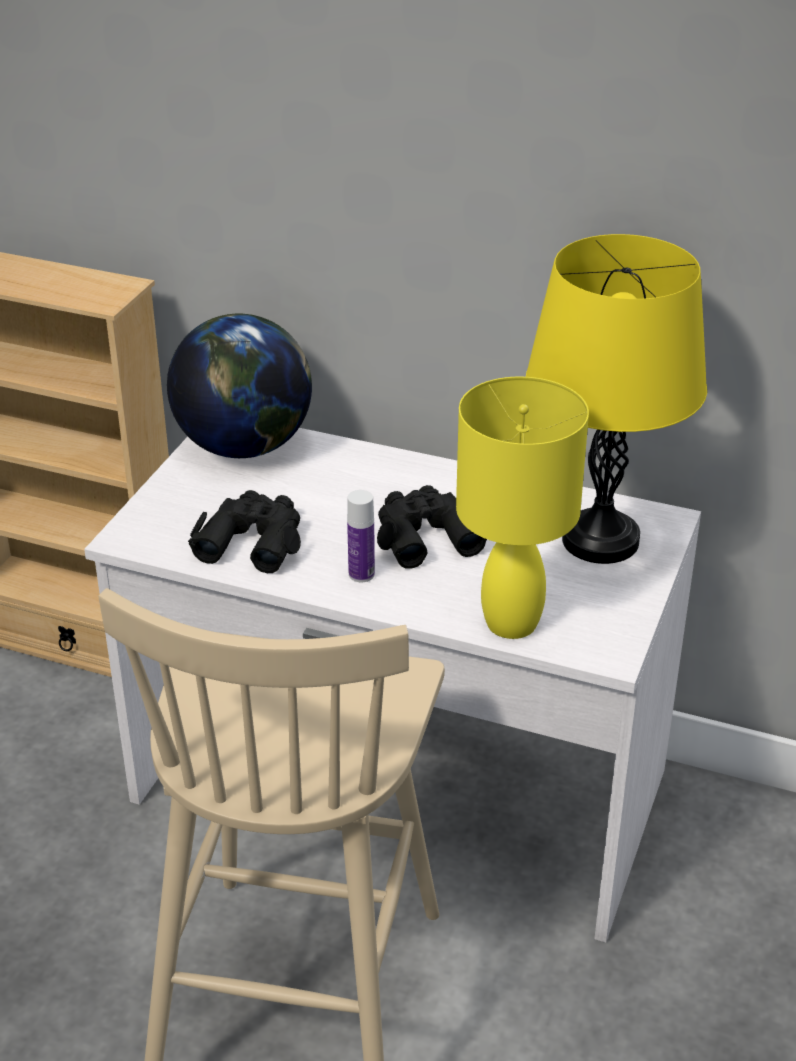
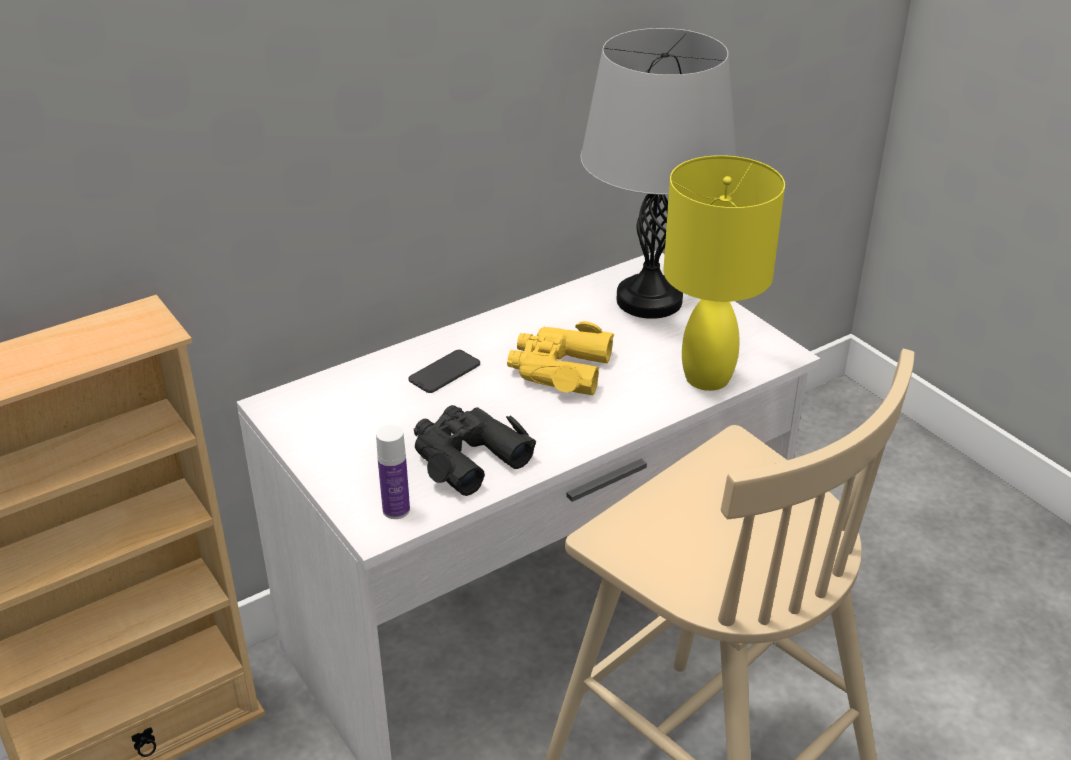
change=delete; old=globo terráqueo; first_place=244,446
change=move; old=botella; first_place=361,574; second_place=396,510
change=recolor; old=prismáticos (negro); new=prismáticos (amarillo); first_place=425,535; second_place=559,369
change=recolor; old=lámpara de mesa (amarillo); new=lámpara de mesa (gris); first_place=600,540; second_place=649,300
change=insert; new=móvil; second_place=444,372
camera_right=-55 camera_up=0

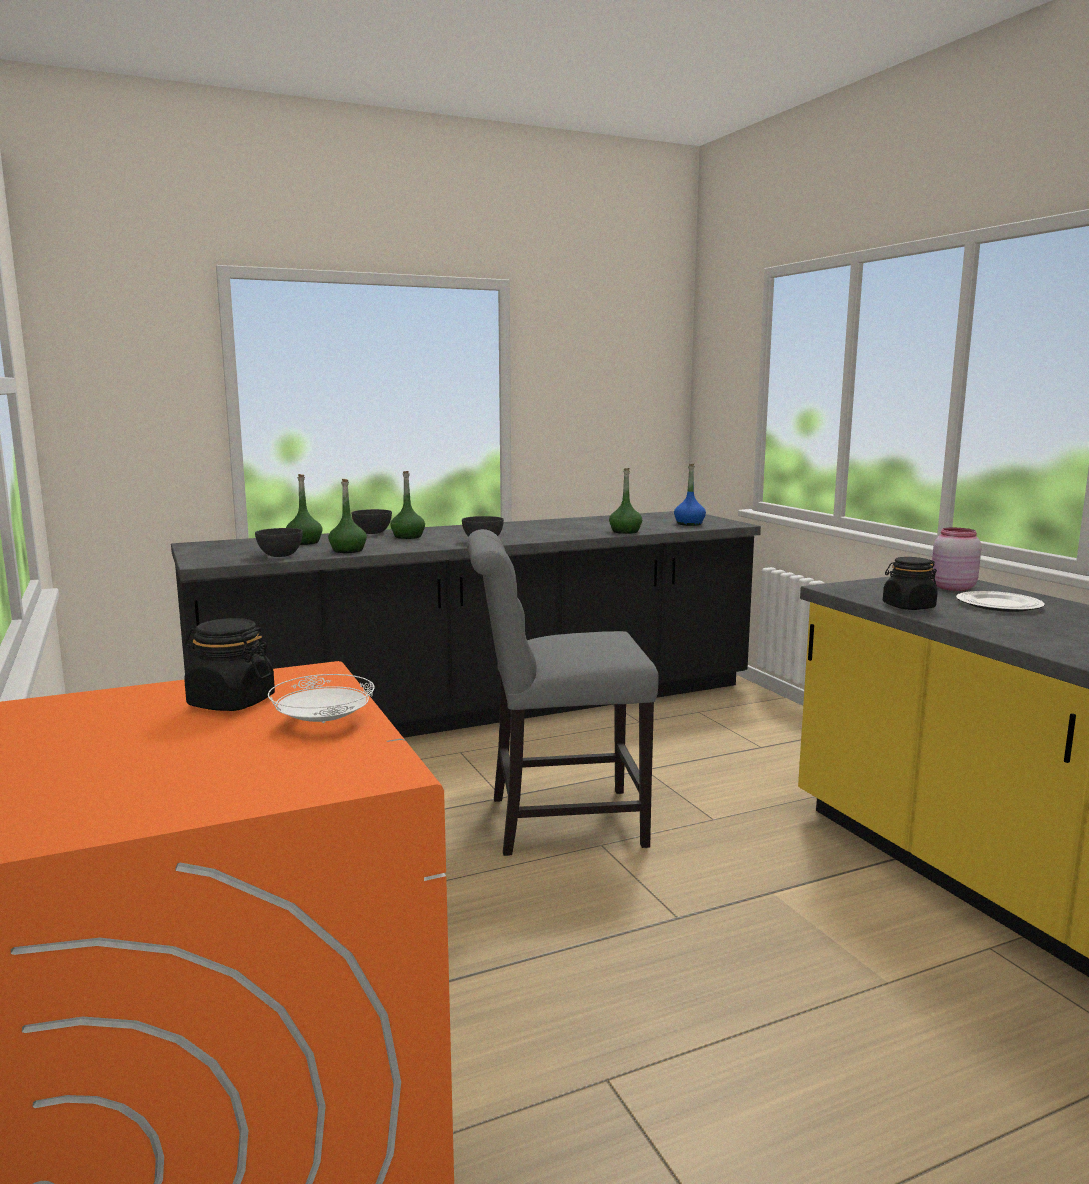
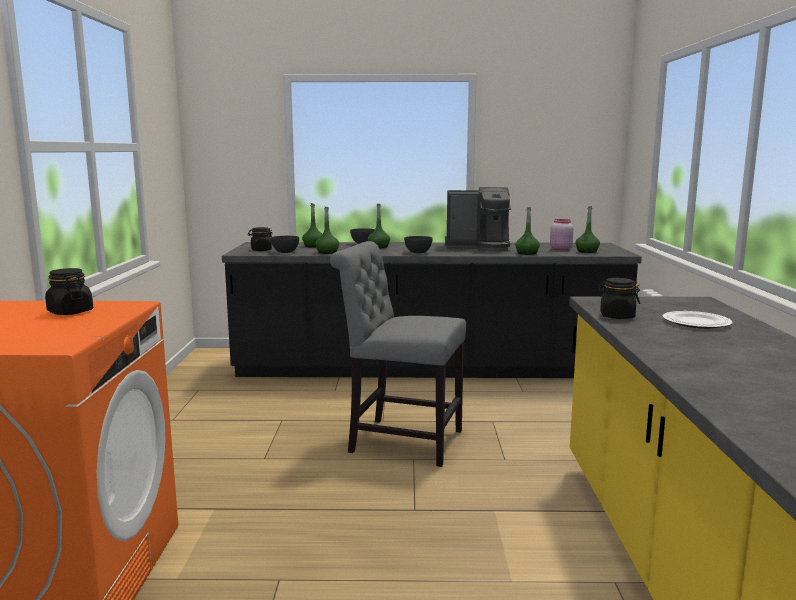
change=delete; old=plato (blanco); first_place=324,722
change=recolor; old=botella (azul); new=botella (verde); first_place=689,524; second_place=586,251
change=move; old=tarro (rosa); first_place=951,587; second_place=560,249
change=insert; new=tarro (negro); second_place=261,250
change=insert; new=cafetera; second_place=478,247
camera_right=25 camera_up=0

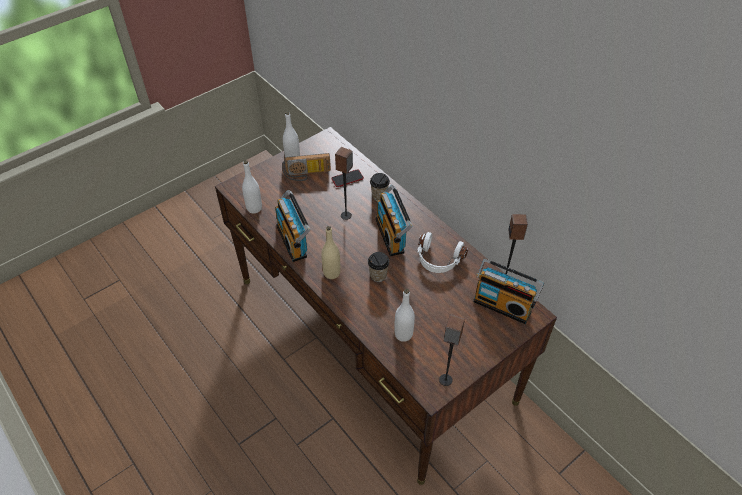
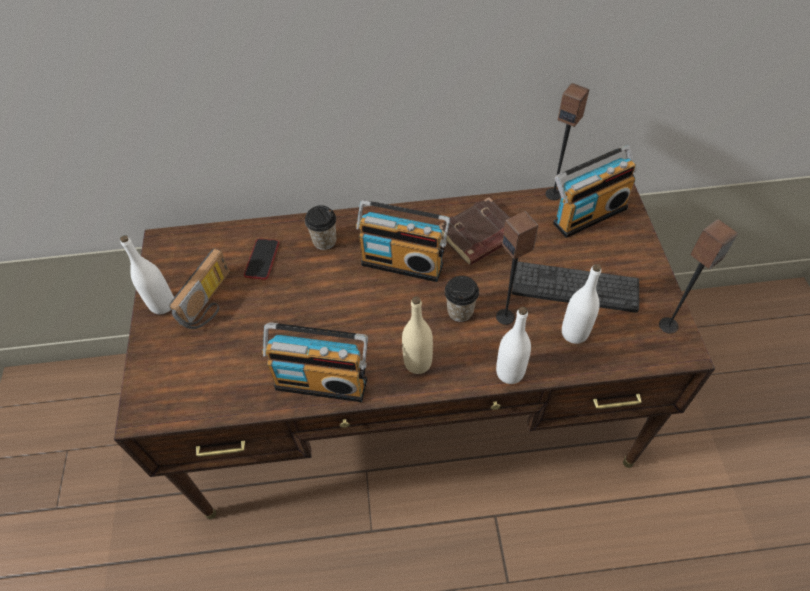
change=move; old=botella (blanco); first_place=254,208; second_place=510,372
change=move; old=altavoz; first_place=346,215; second_place=505,316
change=replace; old=auriculares (blanco); new=libro (marrón); first_place=438,260; second_place=479,237
change=insert; new=teclado; second_place=575,287
camera_right=-55 camera_up=5

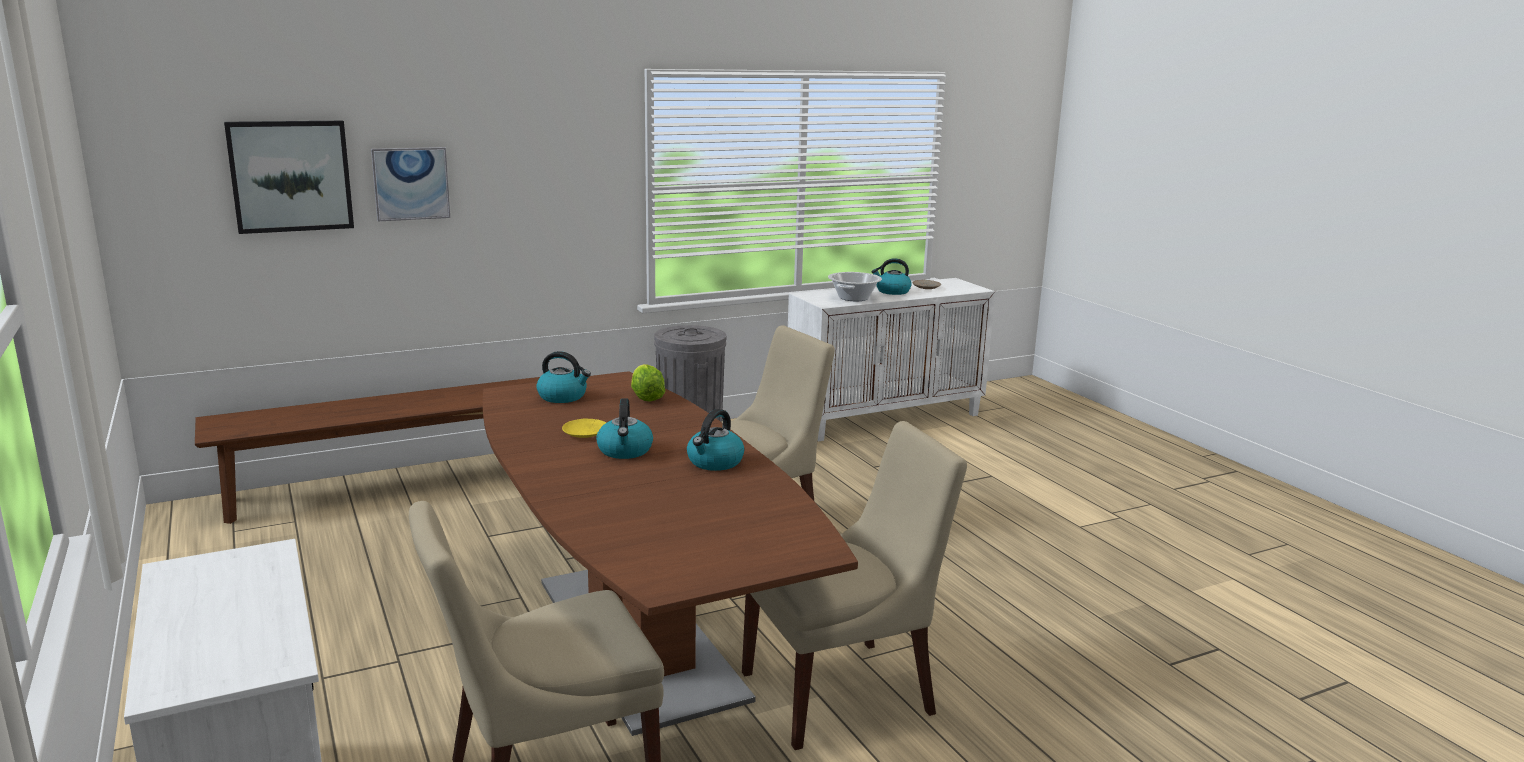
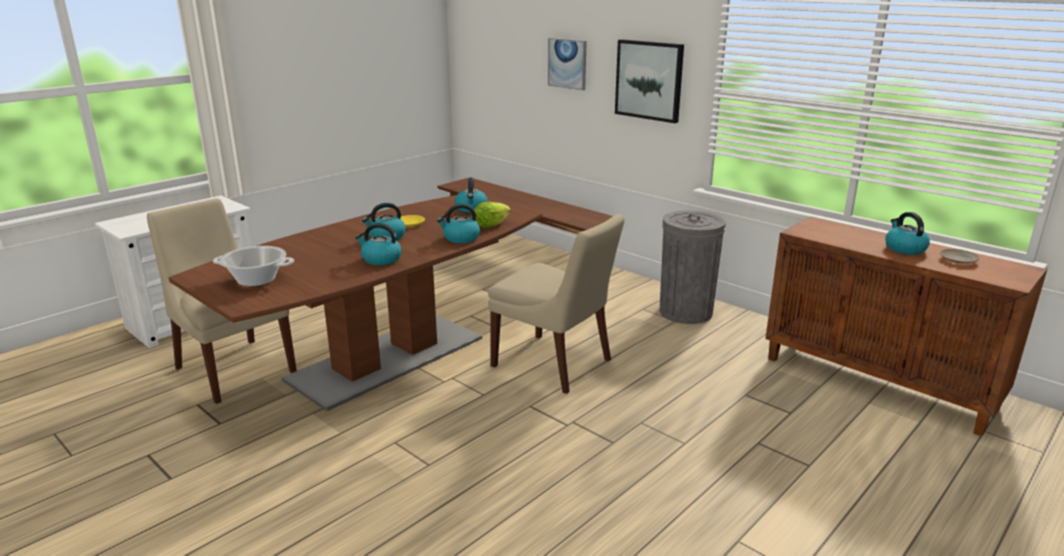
change=move; old=cuadro; first_place=291,176; second_place=649,80
change=delete; old=silla (beis); first_place=843,692
change=recolor; old=armario (blanco); new=armario (marrón); first_place=885,418; second_place=879,382
change=move; old=olla; first_place=853,298; second_place=256,279
change=insert; new=hervidor; second_place=460,238
camera_right=70 camera_up=5

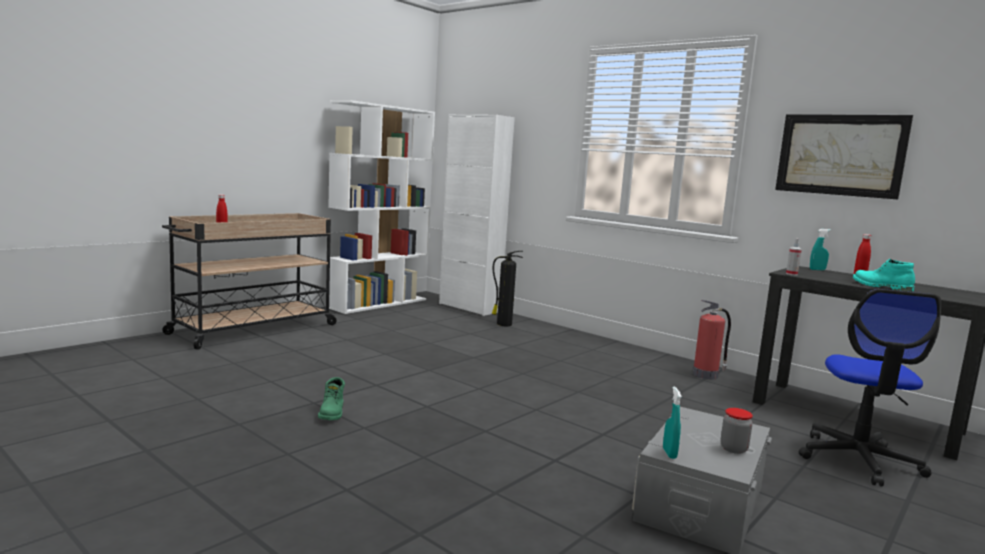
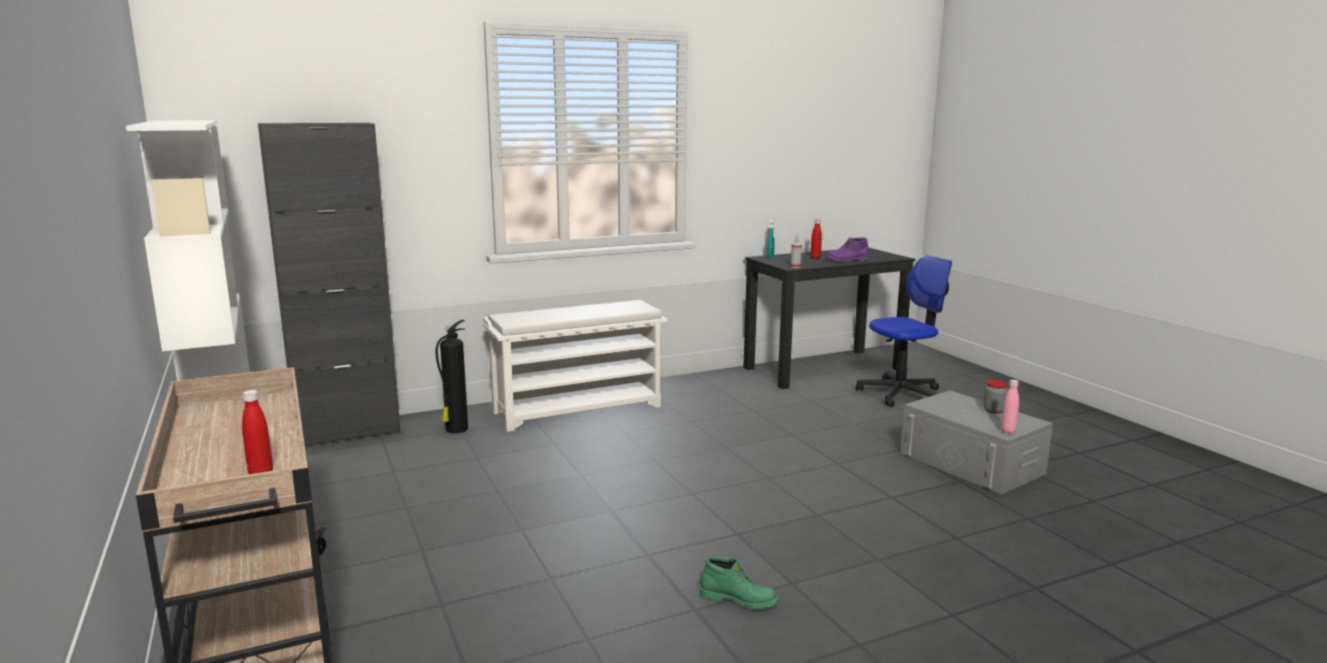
change=recolor; old=armario (blanco); new=armario (negro); first_place=469,307; second_place=347,433
change=replace; old=pulverizador (turquesa); new=botella (rosa); first_place=669,453; second_place=1008,431
change=delete; old=extintor; first_place=706,375
change=delete; old=cuadro; first_place=840,155
change=rotate; old=silla de oficina; first_place=858,460; second_place=901,394; degrees=-60
change=recolor; old=bota (turquesa); new=bota (morado); first_place=881,286; second_place=847,260
change=insert; new=zapatero (blanco); second_place=578,409
camera_right=-65 camera_up=5

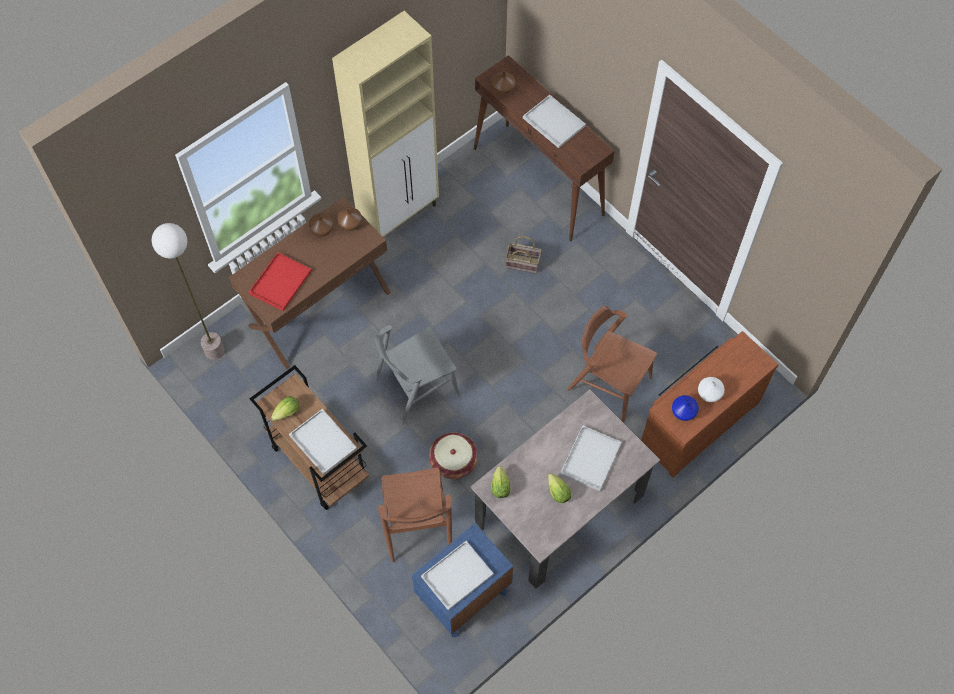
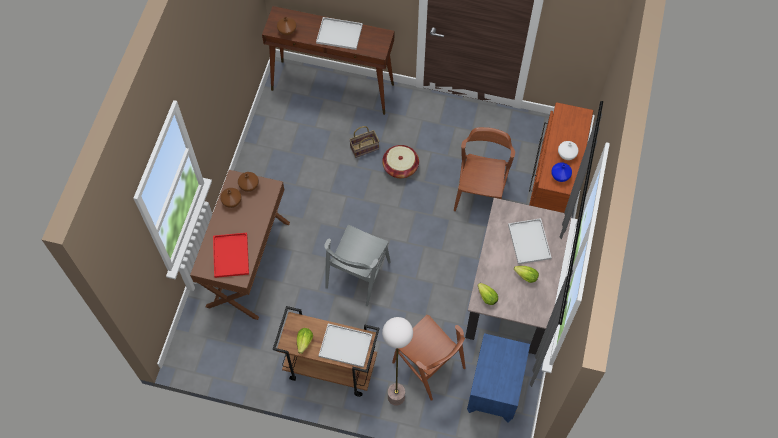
change=move; old=lámpara de pie; first_place=214,350; second_place=396,397
change=delete; old=armario (beis); first_place=399,215
change=delete; old=bandeja (blanco); first_place=456,577
change=move; old=cesta; first_place=453,461; second_place=400,167
change=rotate; old=silla (marrón); first_place=609,383; second_place=480,192; degrees=105
camera_right=-35 camera_up=0

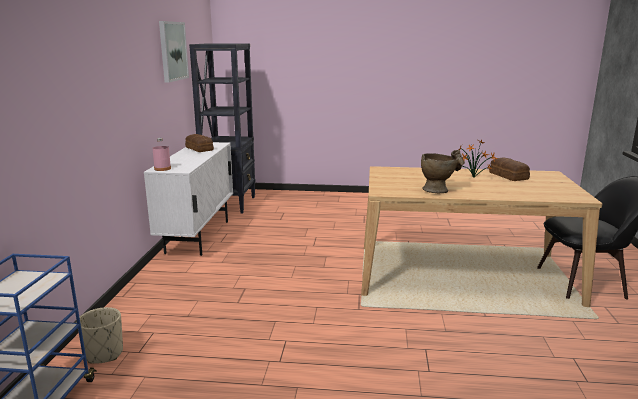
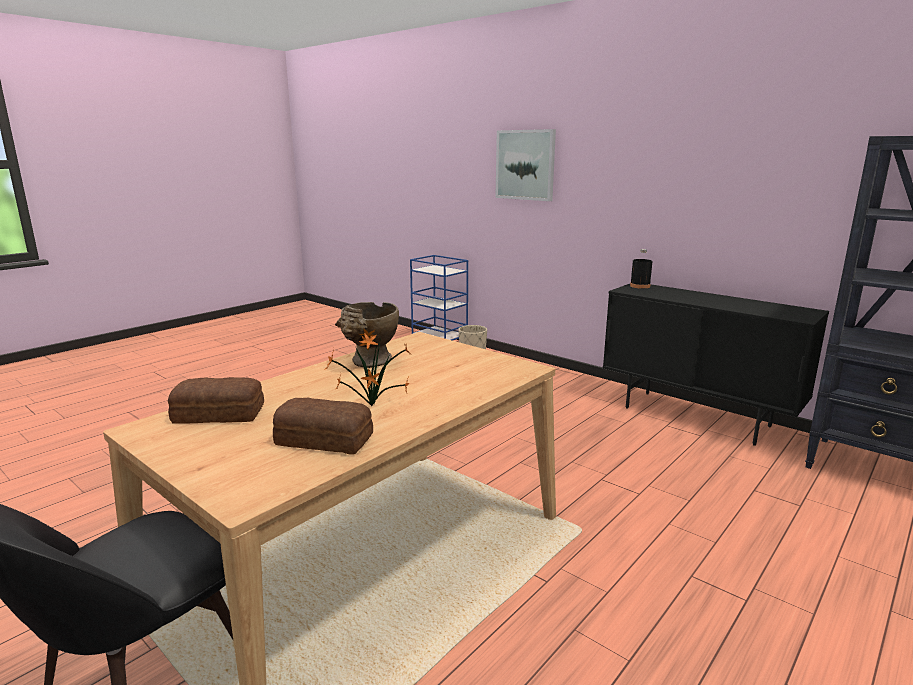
change=recolor; old=armario (blanco); new=armario (negro); first_place=198,236; second_place=696,417
change=recolor; old=botella (rosa); new=botella (negro); first_place=162,169; second_place=640,286
change=move; old=cuadro; first_place=172,51; second_place=525,165
change=move; old=pan; first_place=199,148; second_place=219,415
camera_right=125 camera_up=0

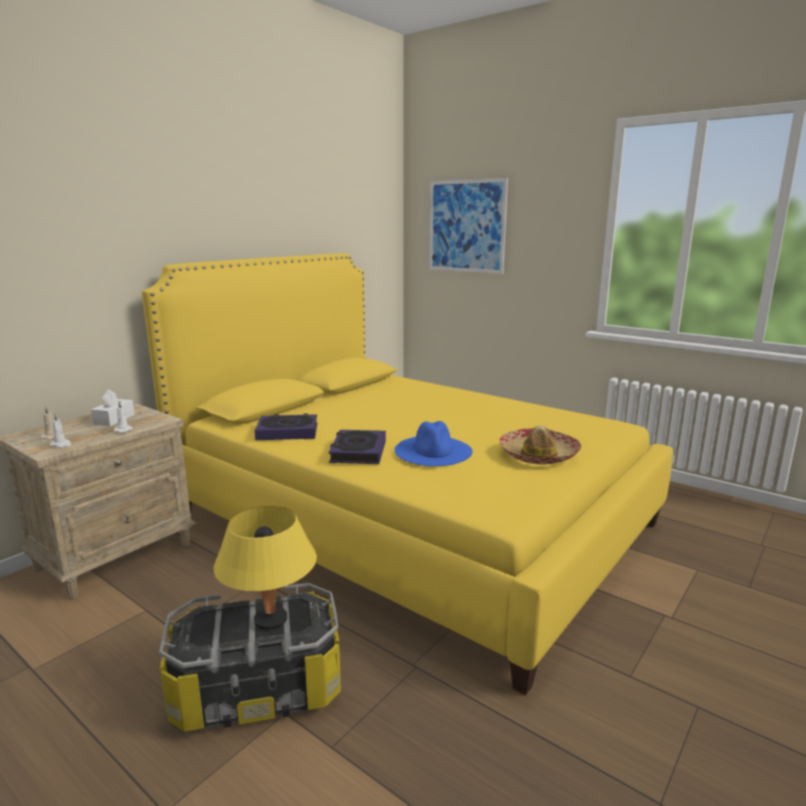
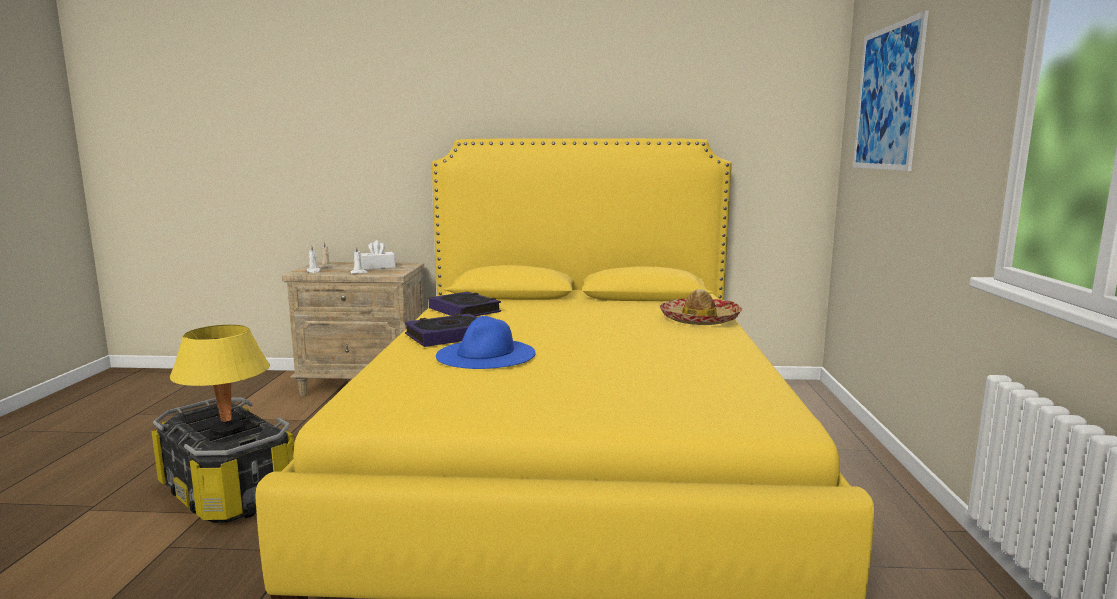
change=move; old=sombrero; first_place=538,455; second_place=699,320
camera_right=55 camera_up=-5

